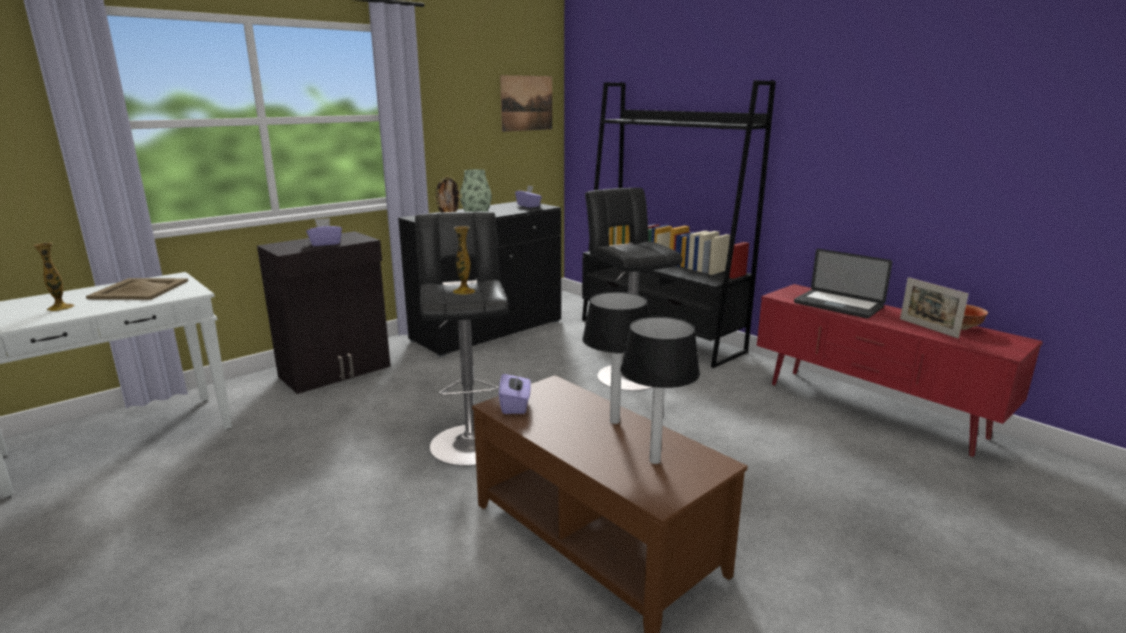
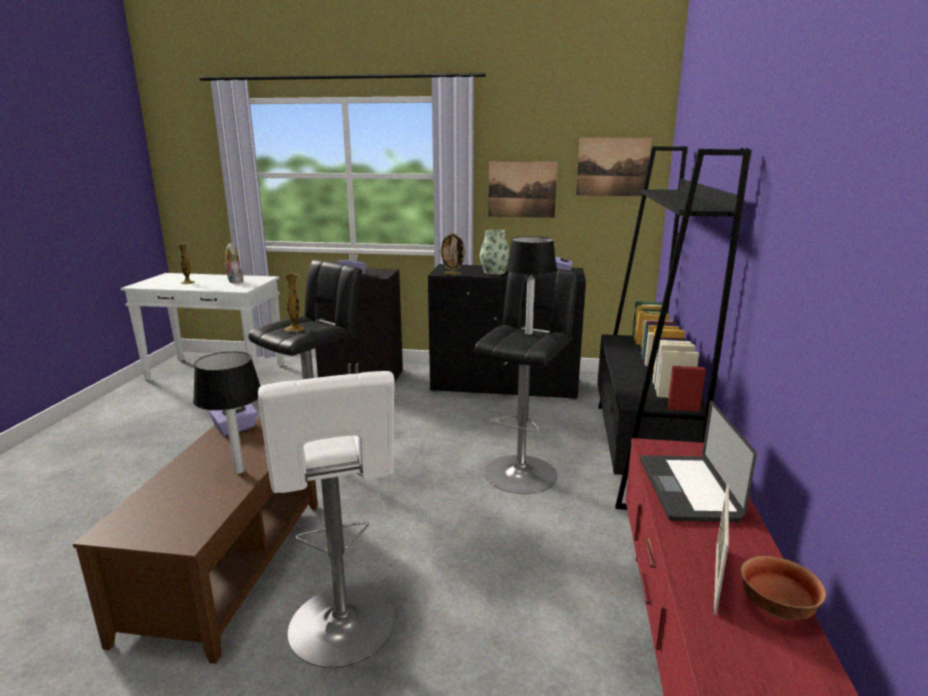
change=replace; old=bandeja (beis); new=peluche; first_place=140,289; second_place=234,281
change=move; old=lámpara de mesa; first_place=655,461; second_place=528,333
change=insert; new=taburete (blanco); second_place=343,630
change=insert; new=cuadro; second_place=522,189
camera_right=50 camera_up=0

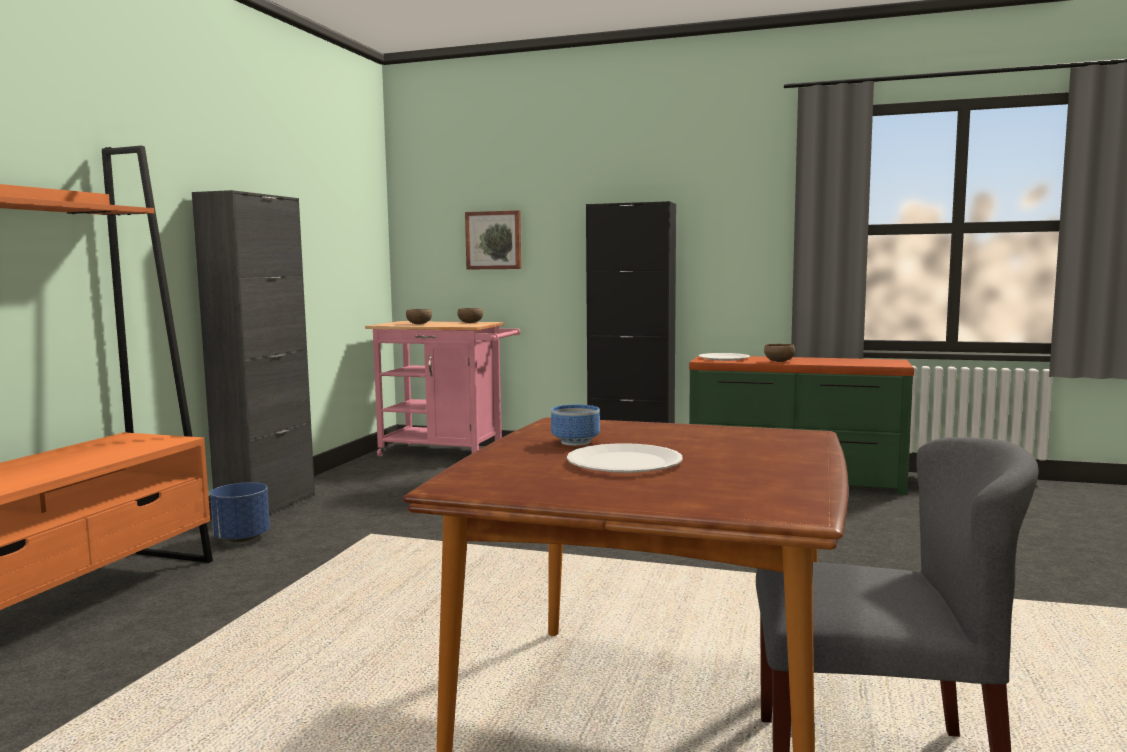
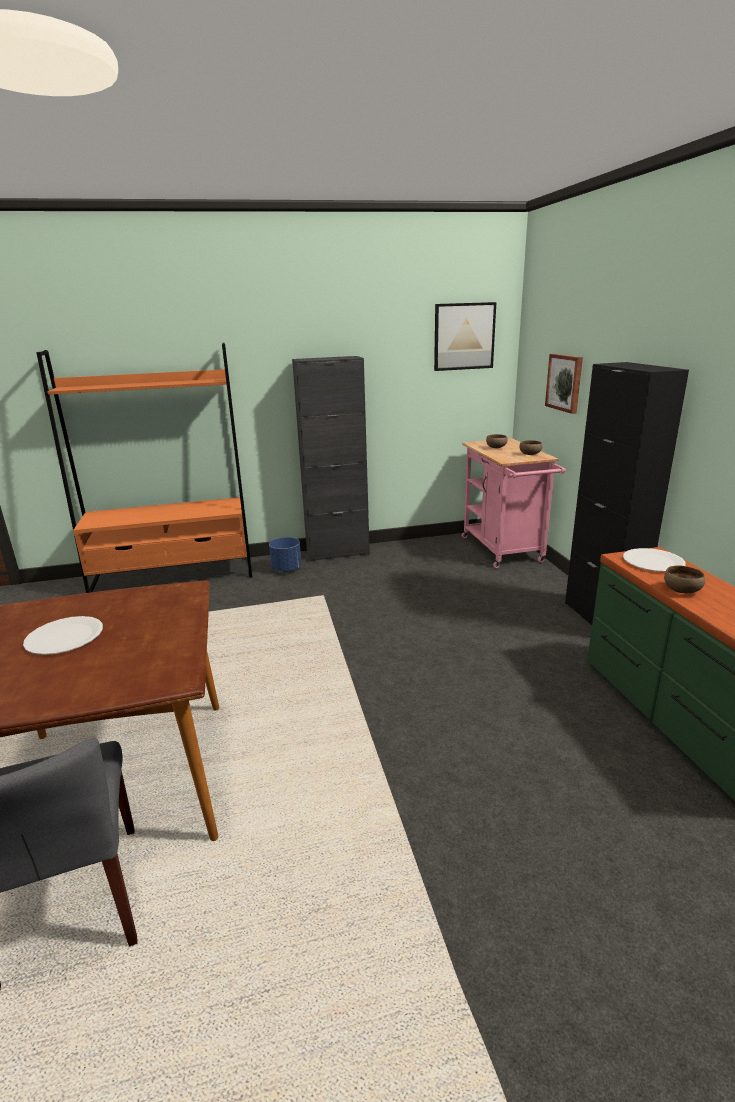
change=delete; old=cuenco; first_place=577,442
change=insert; new=cuadro; second_place=464,336
camera_right=60 camera_up=15

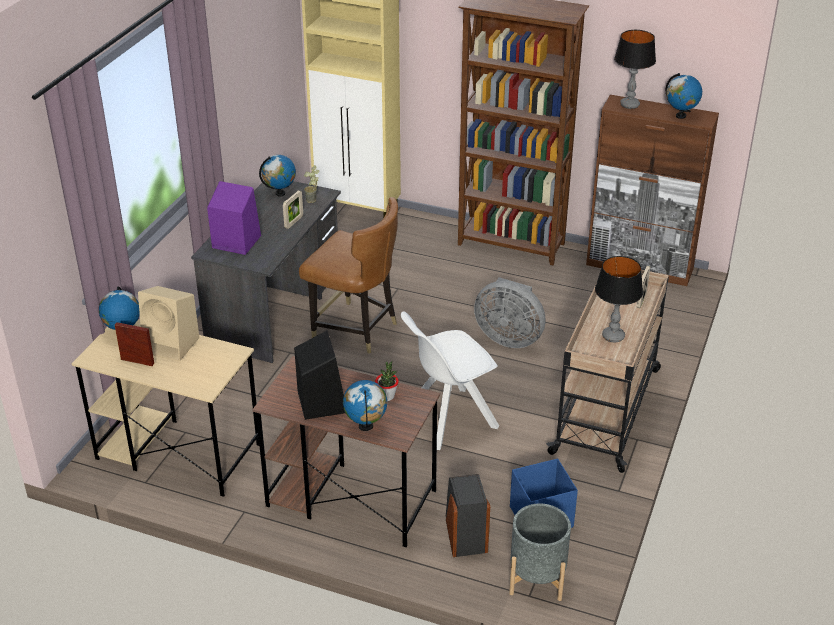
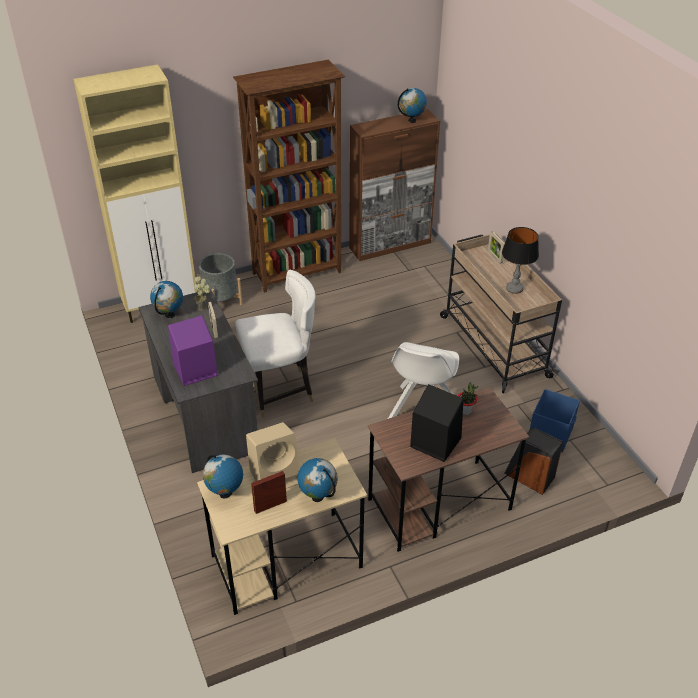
change=recolor; old=silla (marrón); new=silla (blanco); first_place=355,329; second_place=280,391
change=move; old=globo terráqueo; first_place=366,426; second_place=318,497
change=delete; old=ventilador (gris); first_place=509,337
change=move; old=maceta (gris); first_place=537,578; second_place=221,302
change=delete; old=lámpara de mesa; first_place=629,105
camera_right=-45 camera_up=5

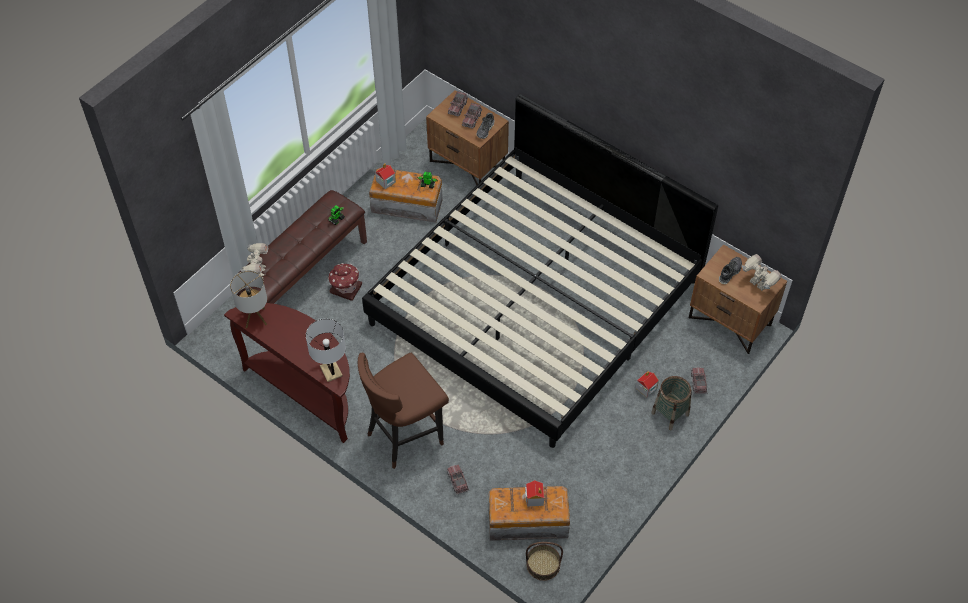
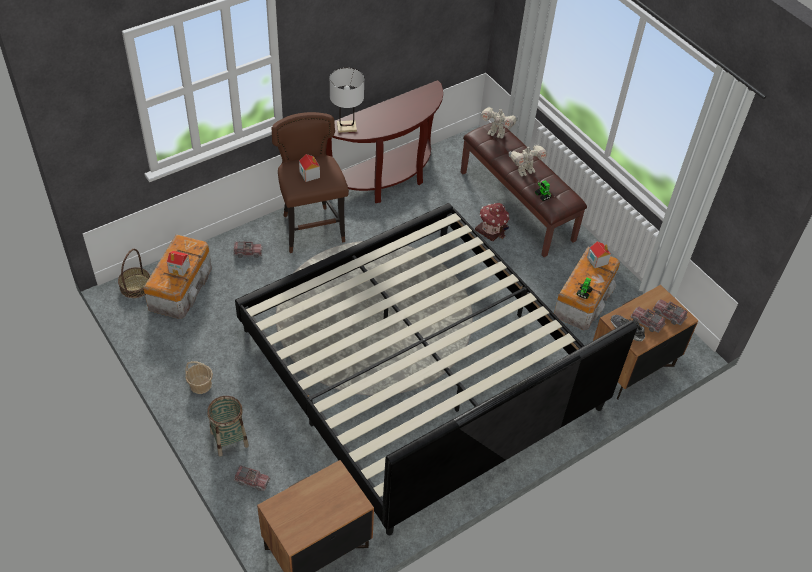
change=delete; old=lámpara de mesa; first_place=255,318
change=move; old=casita; first_place=646,388; second_place=309,174
change=delete; old=zapato; first_place=730,272
change=move; old=robot de juguete; first_place=757,285; second_place=525,171
change=insert; new=cesta; second_place=200,384
camera_right=105 camera_up=-5

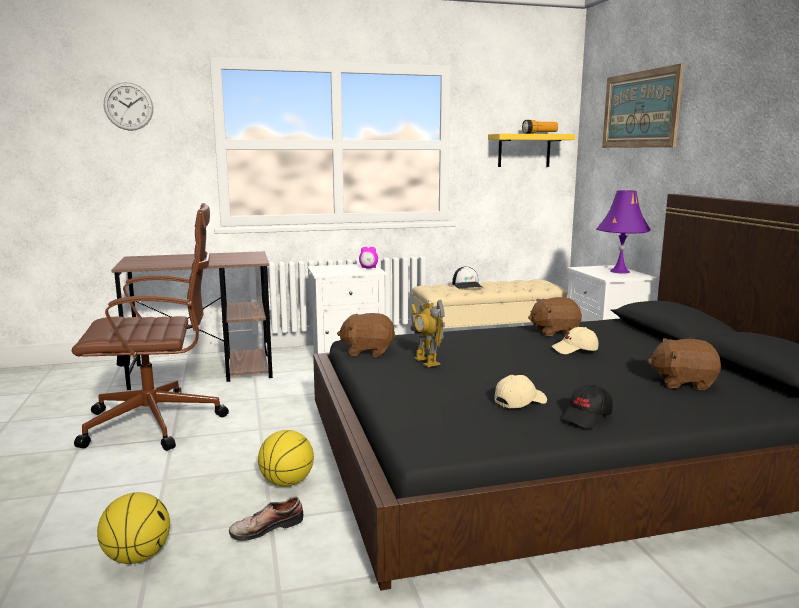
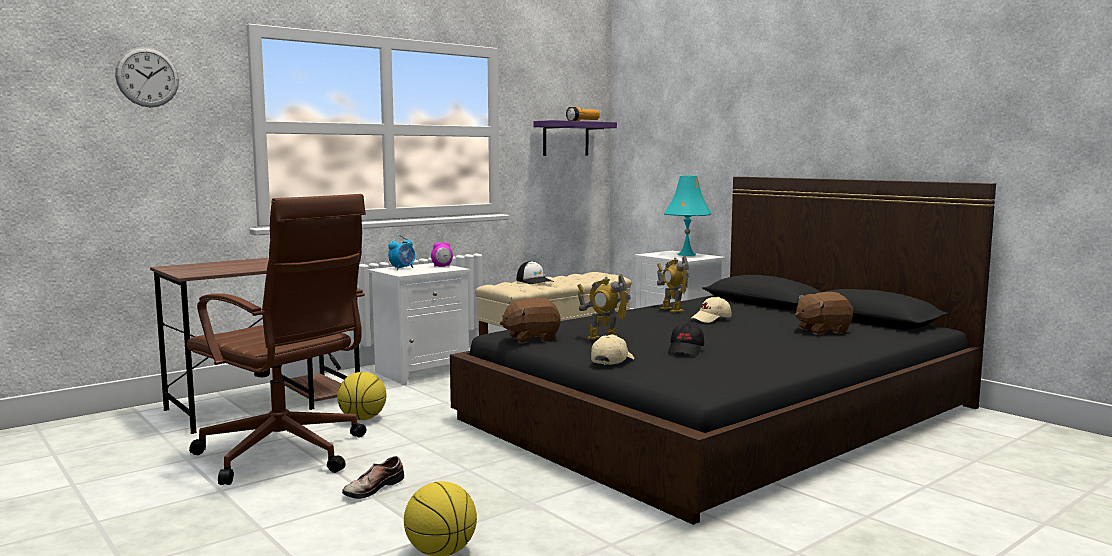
change=rotate; old=silla de oficina (marrón); first_place=158,423; second_place=285,455; degrees=75
change=move; old=zapato; first_place=266,527; second_place=372,488
change=move; old=balón de baloncesto; first_place=286,483; second_place=362,419
change=recolor; old=estante (amarillo); new=estante (morado); first_place=524,150; second_place=565,138
change=move; old=gorra (beis); first_place=519,402; second_place=612,361
change=replace; old=peluche (marrón); new=robot de juguete; first_place=554,332; second_place=671,309
change=move; old=gorra (negro); first_place=586,417; second_place=686,351
change=recolor; old=lámpara de mesa (morado); new=lámpara de mesa (turquesa); first_place=619,271; second_place=686,254
change=delete; old=cuadro; first_place=640,109
change=insert; new=despertador; second_place=402,268
camera_right=-25 camera_up=-5

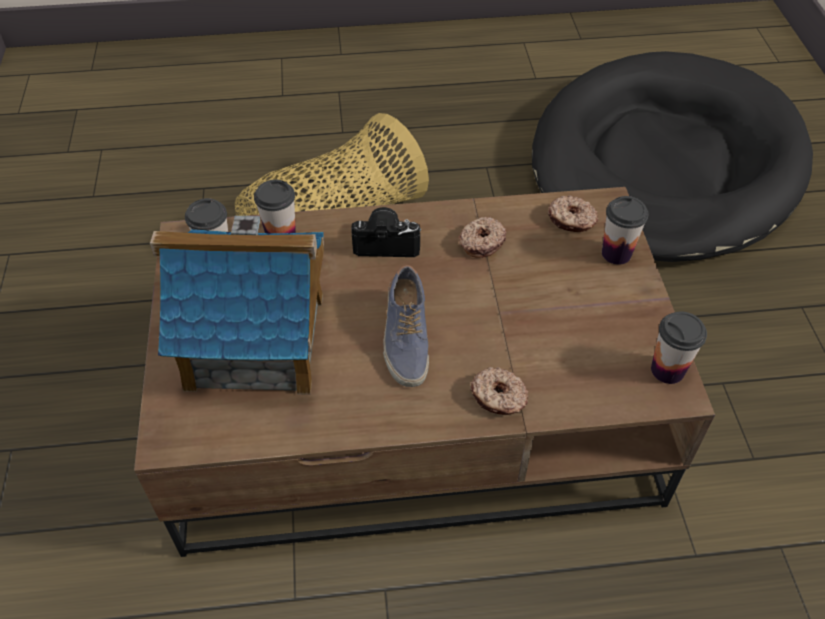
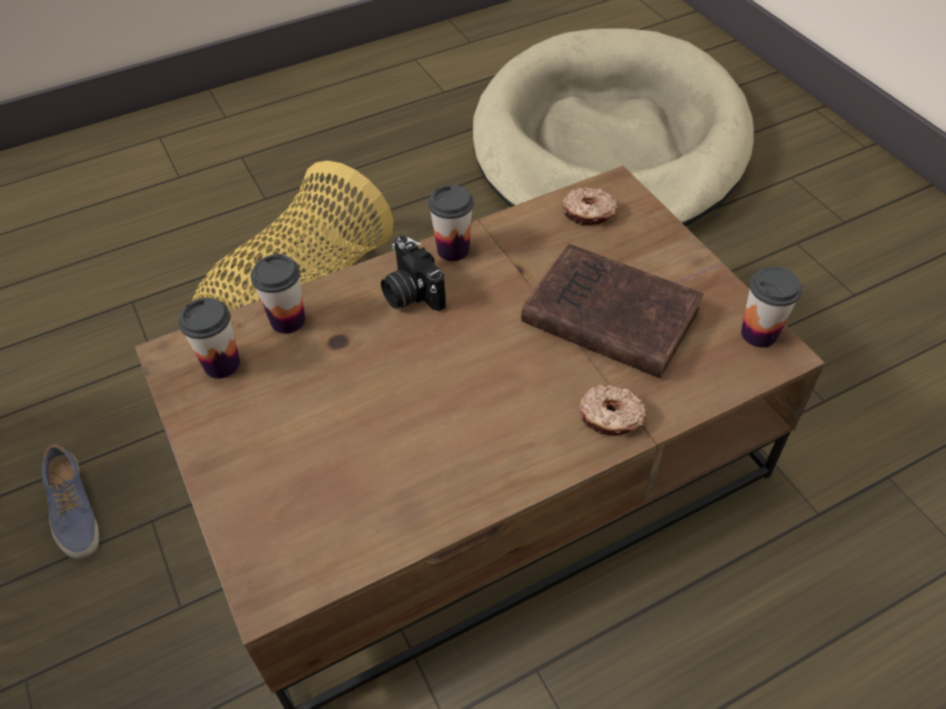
change=delete; old=casita; first_place=257,341
change=rotate; old=cámara; first_place=387,243; second_place=410,293; degrees=-105
change=move; old=zapato; first_place=405,338; second_place=74,511
change=delete; old=rosquilla; first_place=481,242
change=recolor; old=cama para perro (negro); new=cama para perro (beis); first_place=665,164; second_place=609,143
change=move; old=taza; first_place=616,253; second_place=453,250
change=insert; new=libro (marrón); second_place=606,315
camera_right=-20 camera_up=0

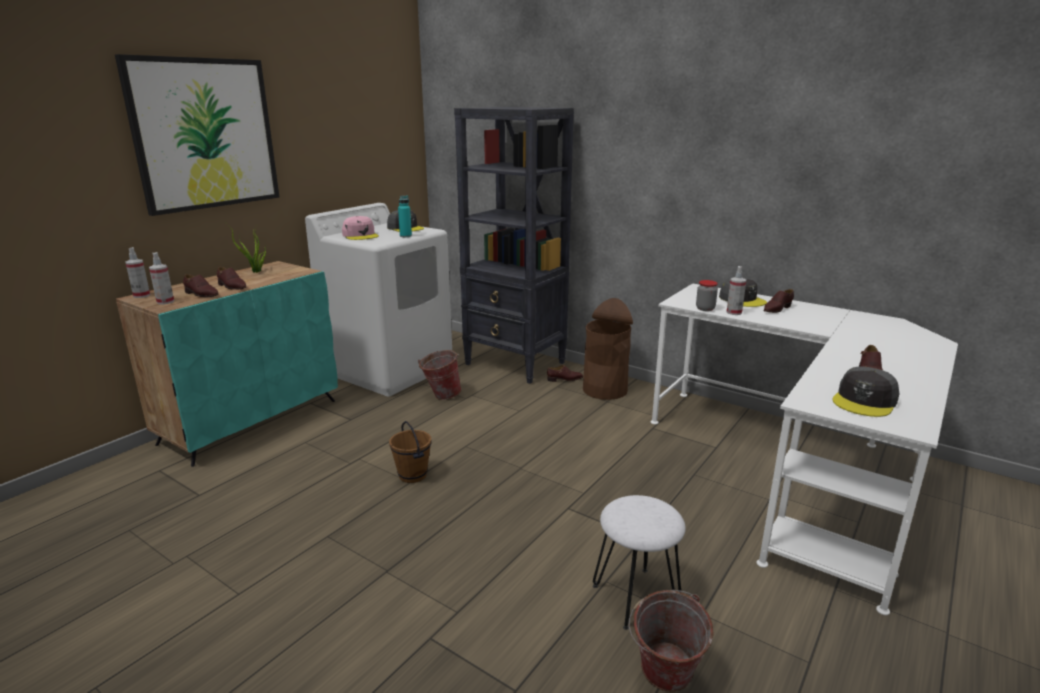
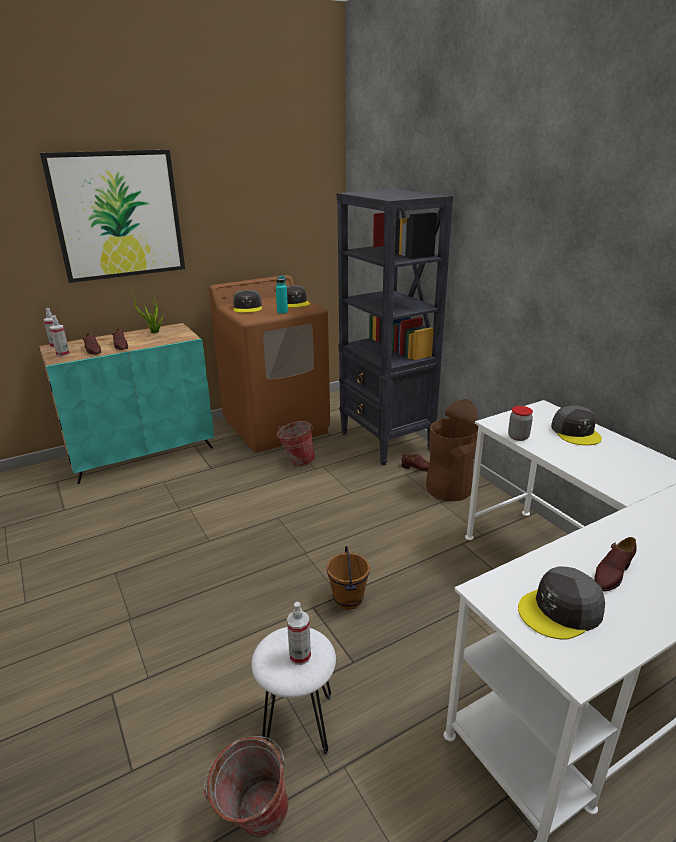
change=recolor; old=lavadora (blanco); new=lavadora (marrón); first_place=390,369; second_place=276,426
change=recolor; old=gorra (rosa); new=gorra (gris); first_place=360,235; second_place=248,307
change=move; old=cubo (marrón); first_place=413,475; second_place=349,599
change=move; old=pulverizador; first_place=734,312; second_place=300,656
change=delete; old=zapato (marrón); first_place=777,309
camera_right=25 camera_up=5

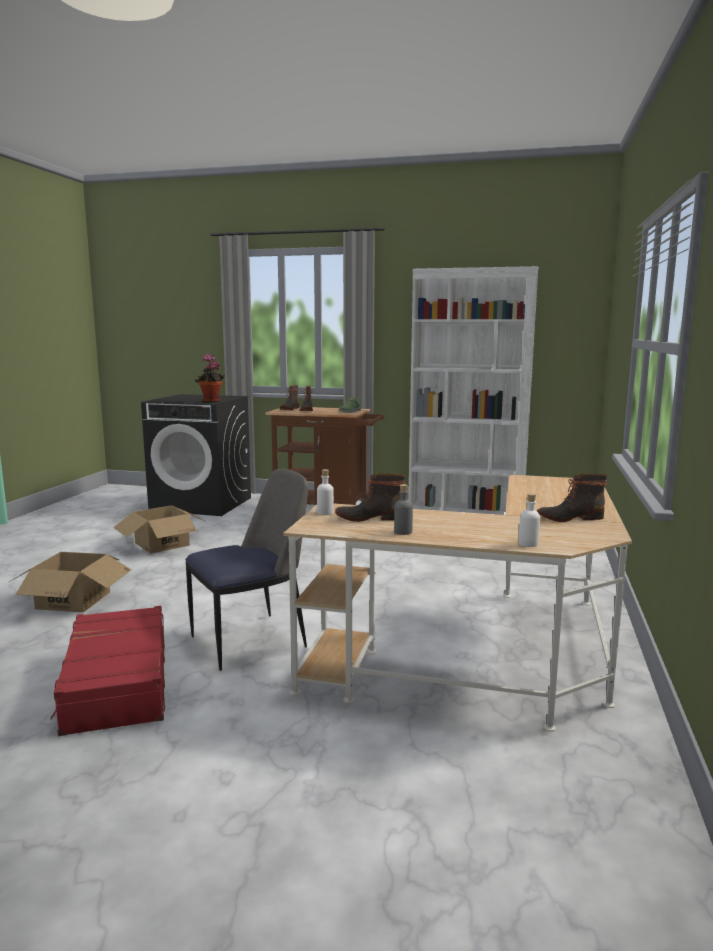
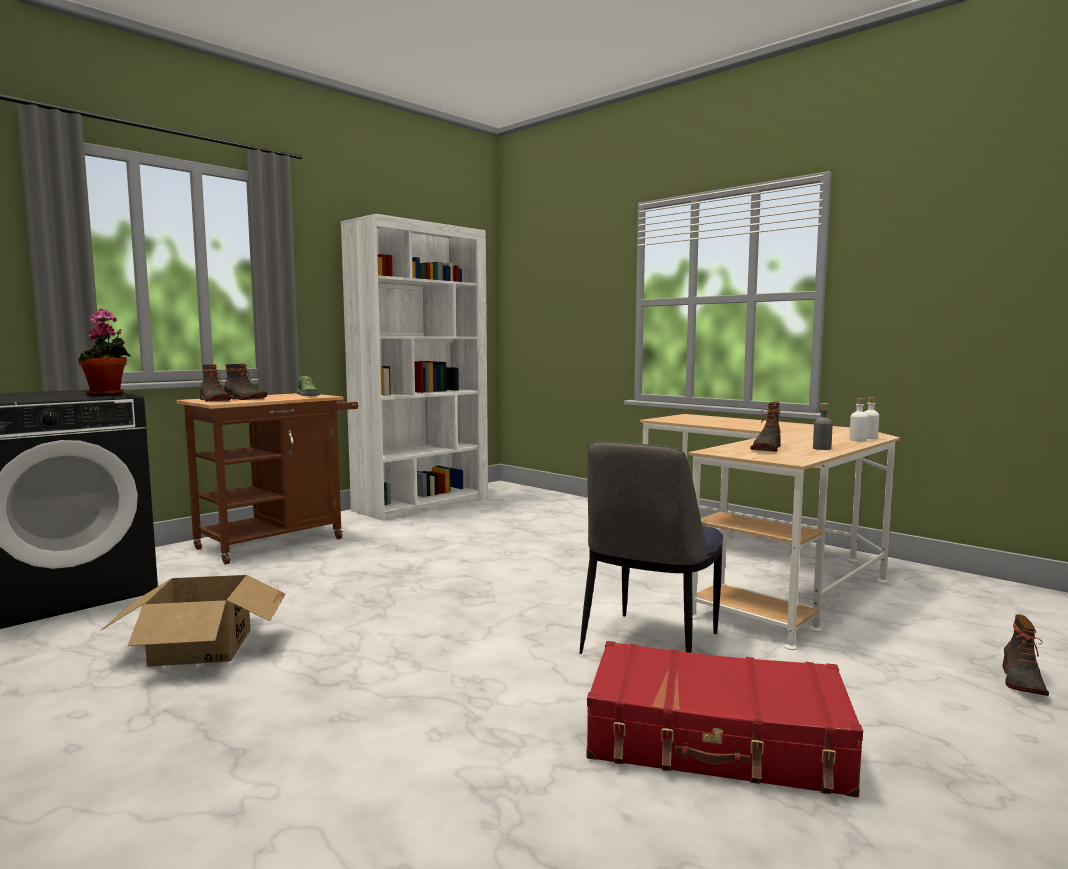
change=delete; old=caja de cartón; first_place=74,600
change=rotate; old=silla; first_place=252,640; second_place=649,645; degrees=-150
change=move; old=botella (blanco); first_place=325,513; second_place=857,440
change=move; old=bota; first_place=569,518; second_place=1021,681
camera_right=-60 camera_up=-5

